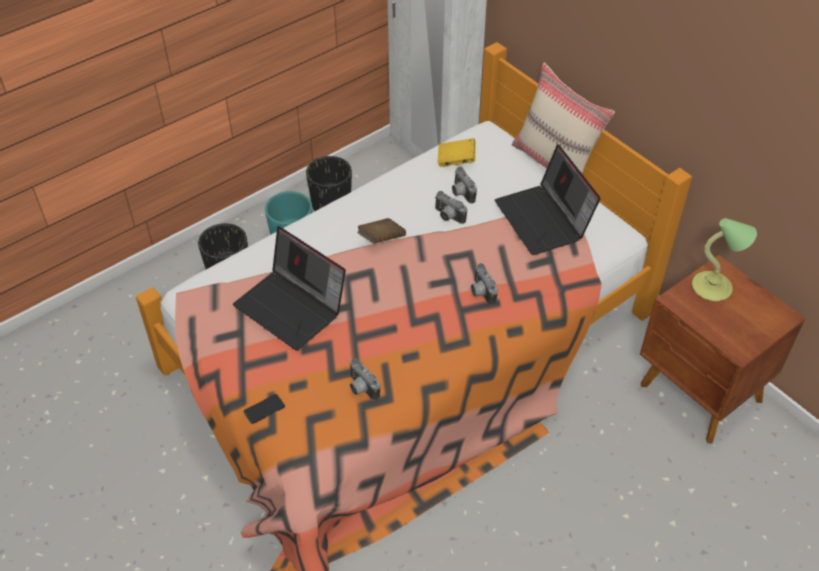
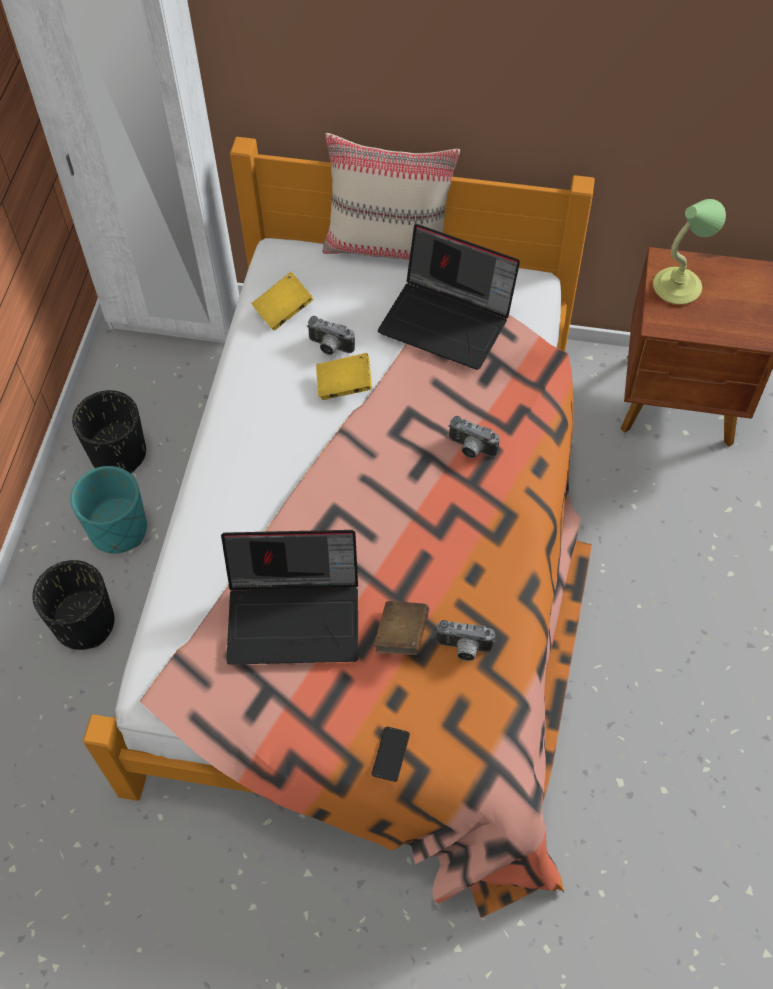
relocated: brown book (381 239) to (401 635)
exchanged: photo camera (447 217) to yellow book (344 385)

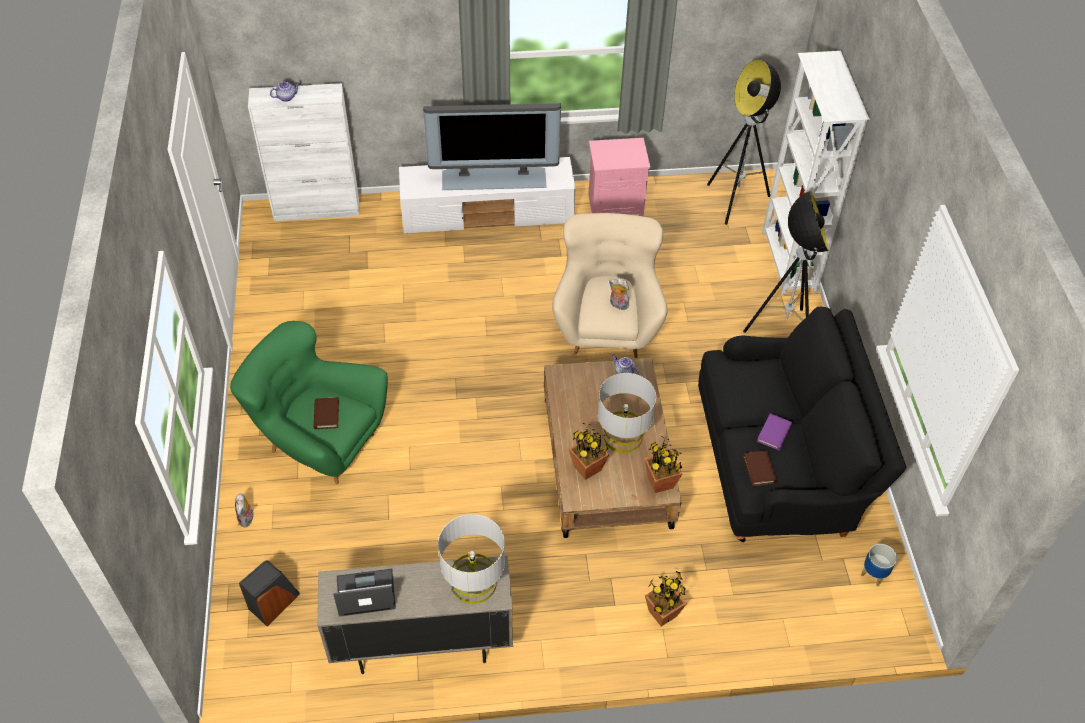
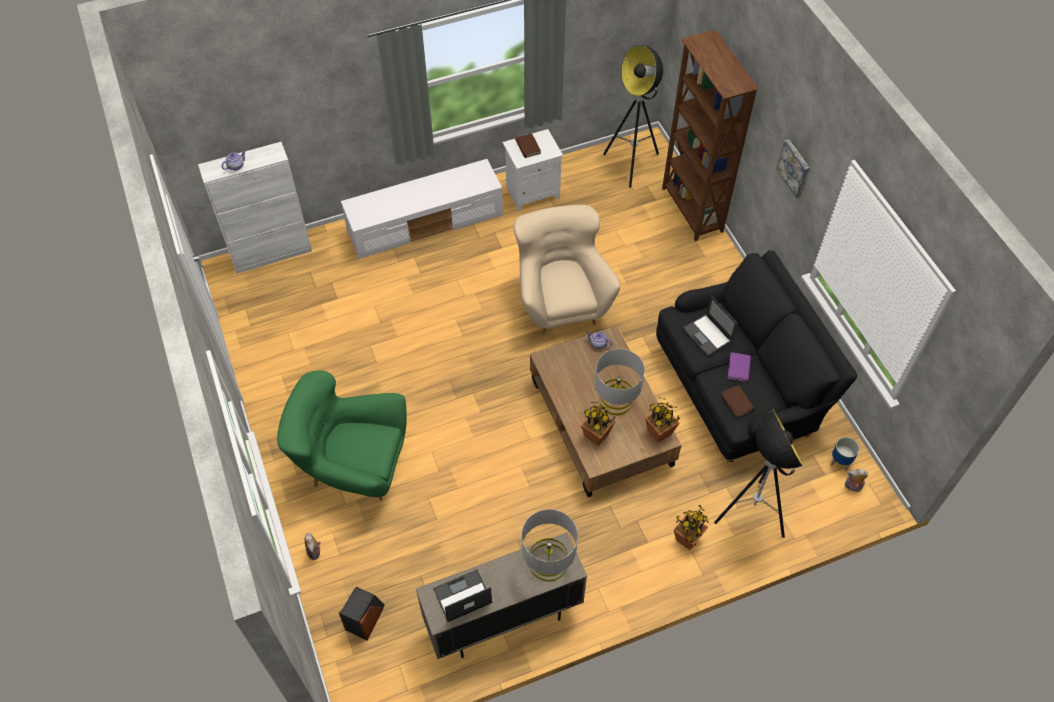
missing: television (494 177)
appeared: laptop (708 335); picture (794 168)
relocated: brown book (326 414) to (528 147); plush toy (617 305) to (852 487); floor lamp (782 332) to (750 514)
colour: pink nightstand (615 206) to white nightstand (532 192); white bookcase (788 263) to brown bookcase (691 210)

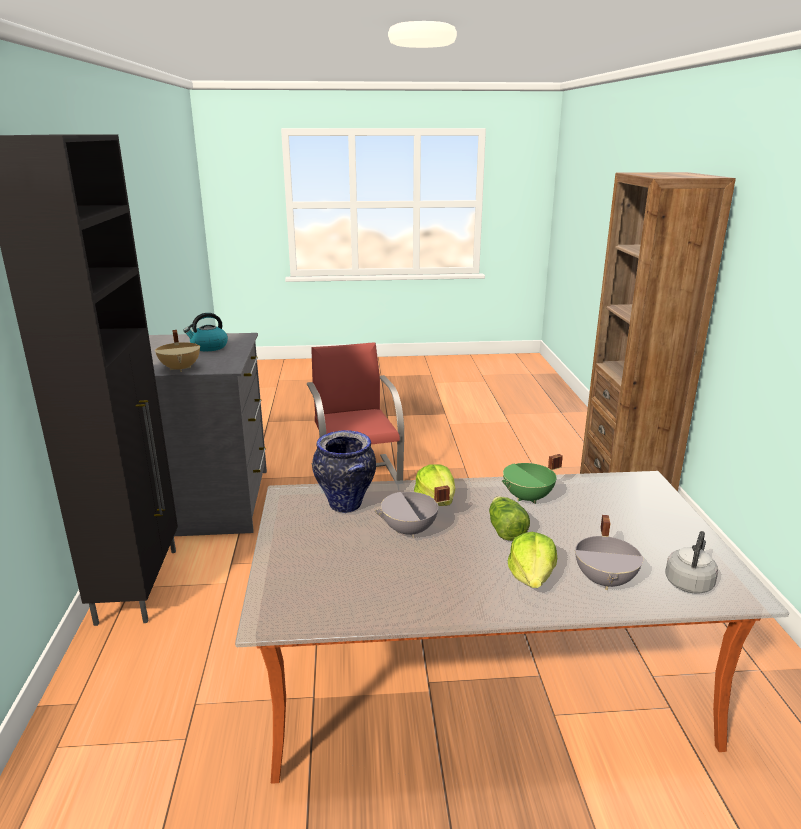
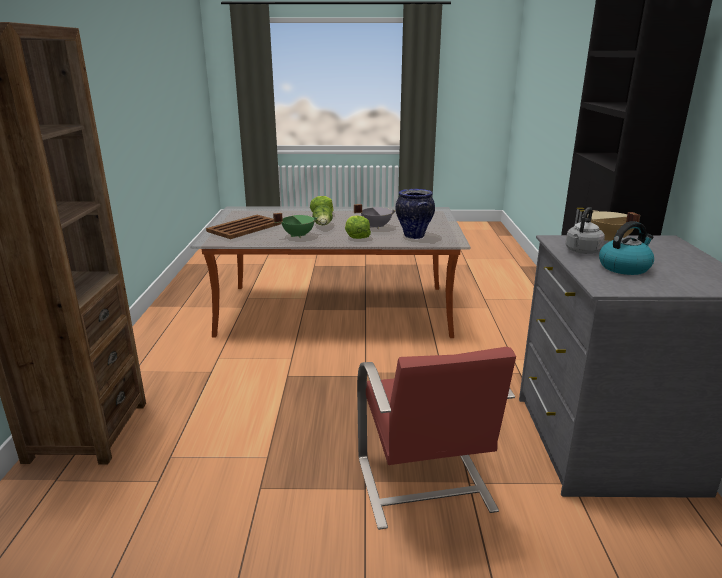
missing: grey cooking pot (606 580)
appeared: brown tray (243 228)
relocated: grey kettle (689 582) to (582 251)

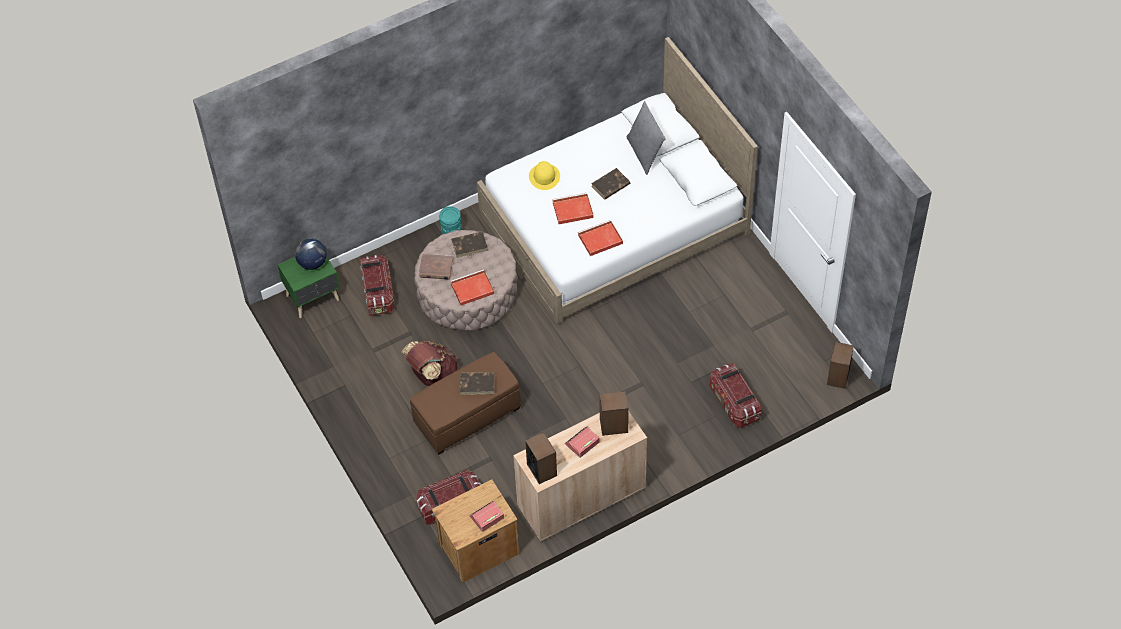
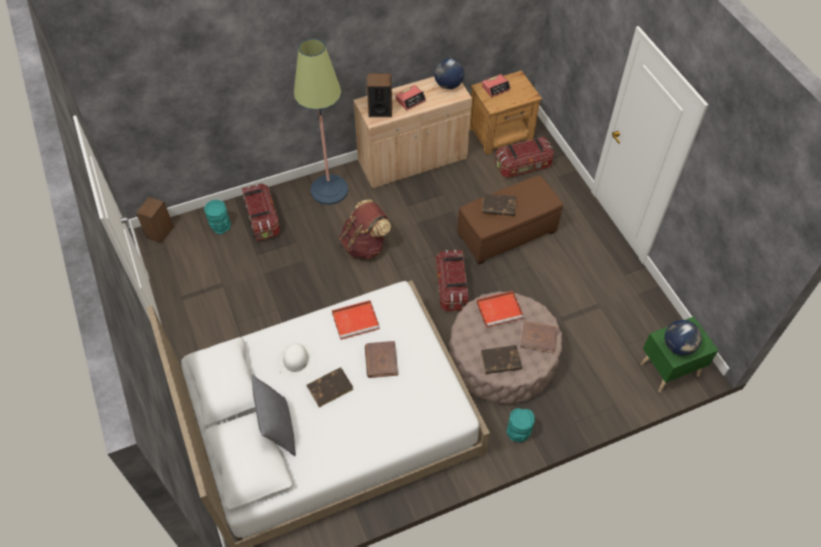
missing: yellow hat (544 176)
appeared: turquoise vase (220 226); white hat (296 360); floor lamp (329 190)
relocated: storage box (378 292) to (451 288); brown backpack (433 376) to (365 245)
exchanged: speaker (542 469) to globe (448 85); red tray (572 210) to brown book (381 360)

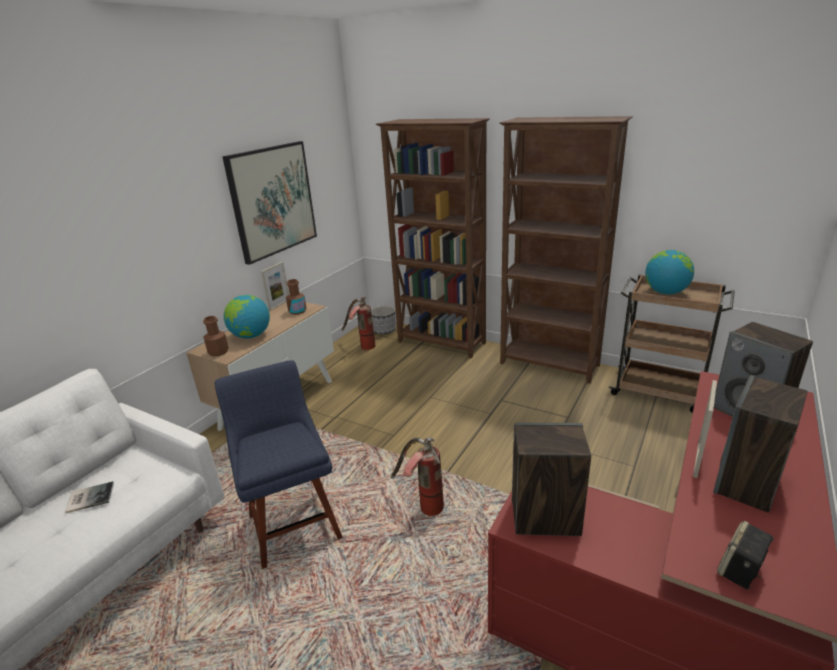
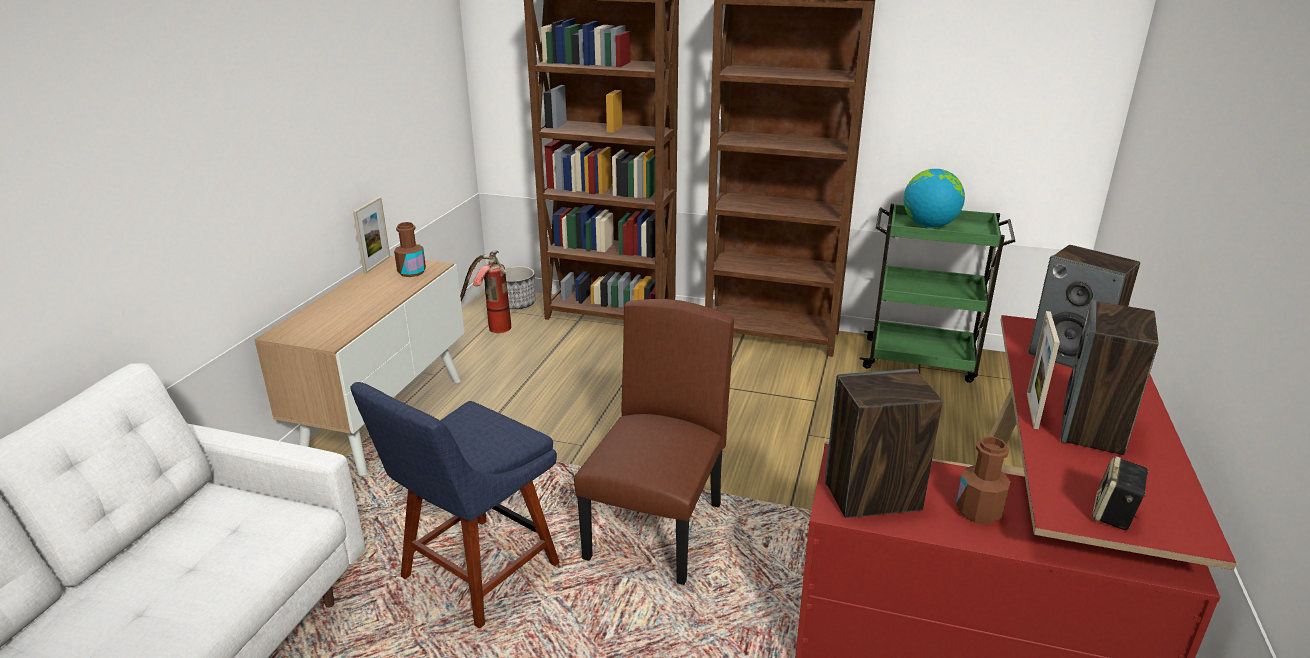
missing: book (89 497); picture (272 200); globe (251 336)
relocated: brown bottle (218 352) to (978 511)
exchanged: fire extinguisher (422 506) to brown chair (656 531)
colour: brown cart (659 391) to green cart (921 360)
spun: blue chair (293 522) = (474 575) 105 degrees counterclockwise

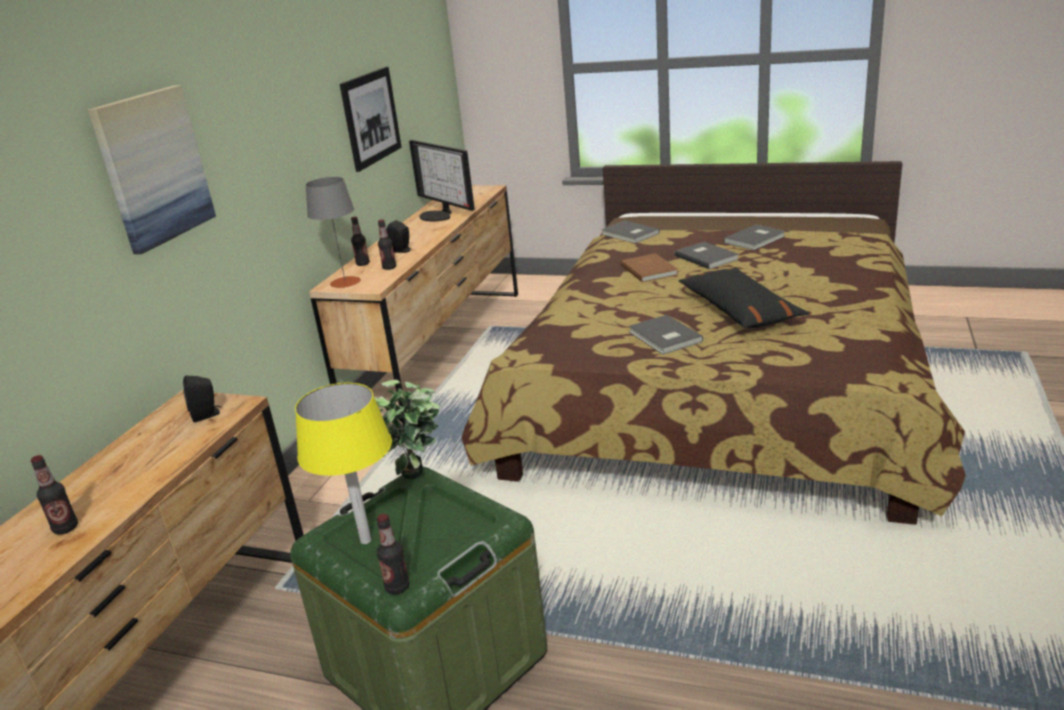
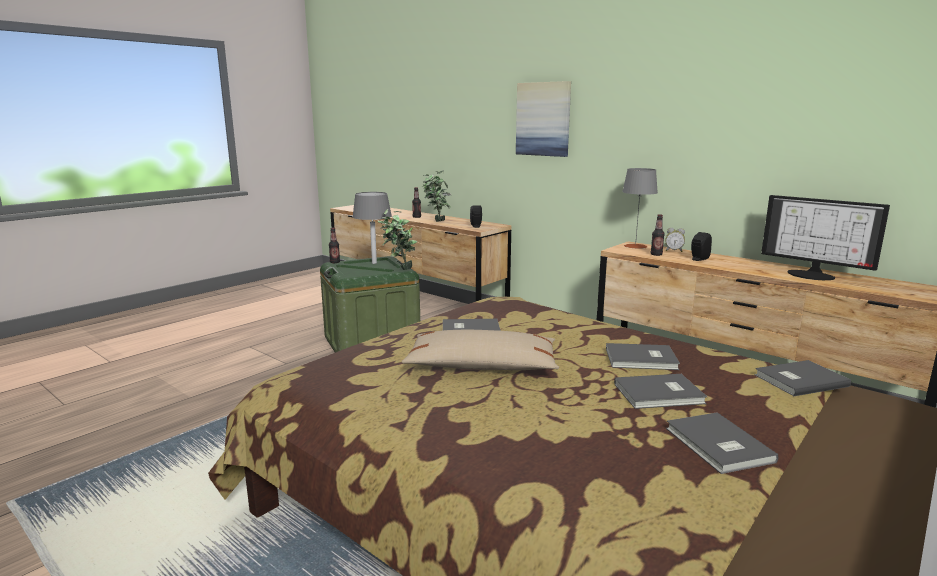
missing: picture (371 118)
appeared: potted plant (436 221)
exchanged: bottle (363 264) to alarm clock (674 251)
colour: yellow table lamp (366 540) to grey table lamp (374 263); brown book (650 269) to grey book (642 360); black pillow (739 310) to beige pillow (482 366)
spun: monitor (439 215) = (812 274) 120 degrees counterclockwise

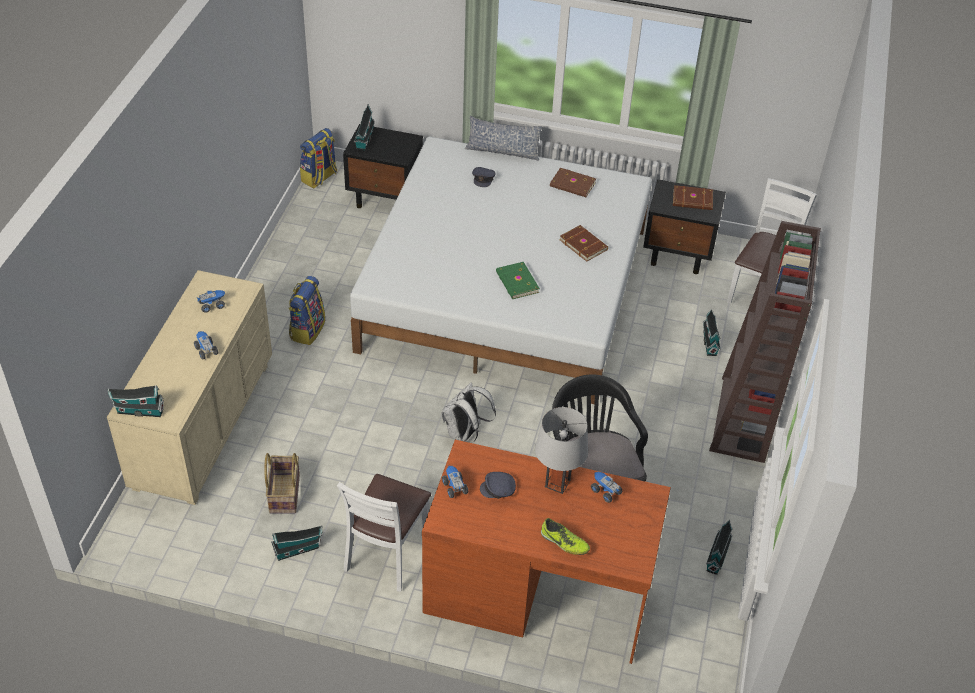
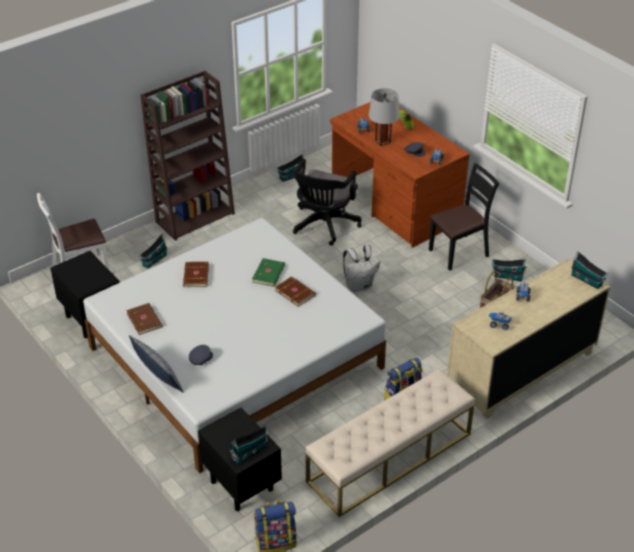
appeared: beige bench (389 458)
relocated: brown book (692 200) to (295 292)
colour: white chair (387 554) to black chair (459 252)

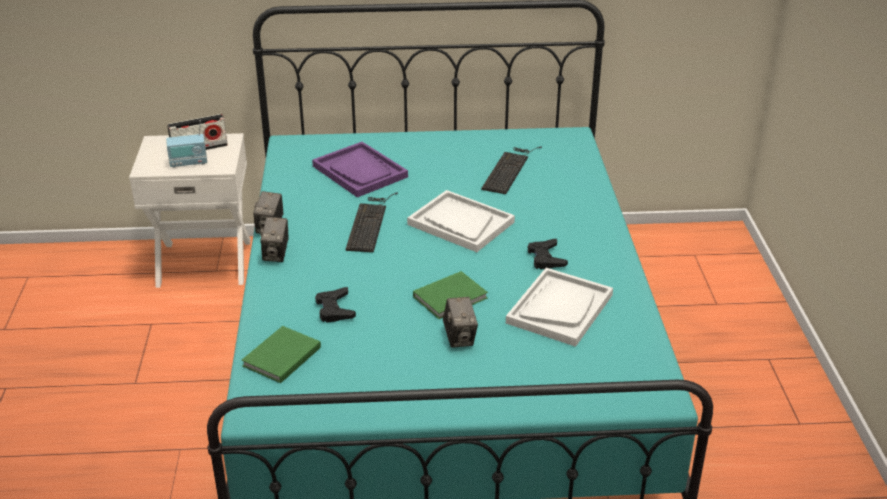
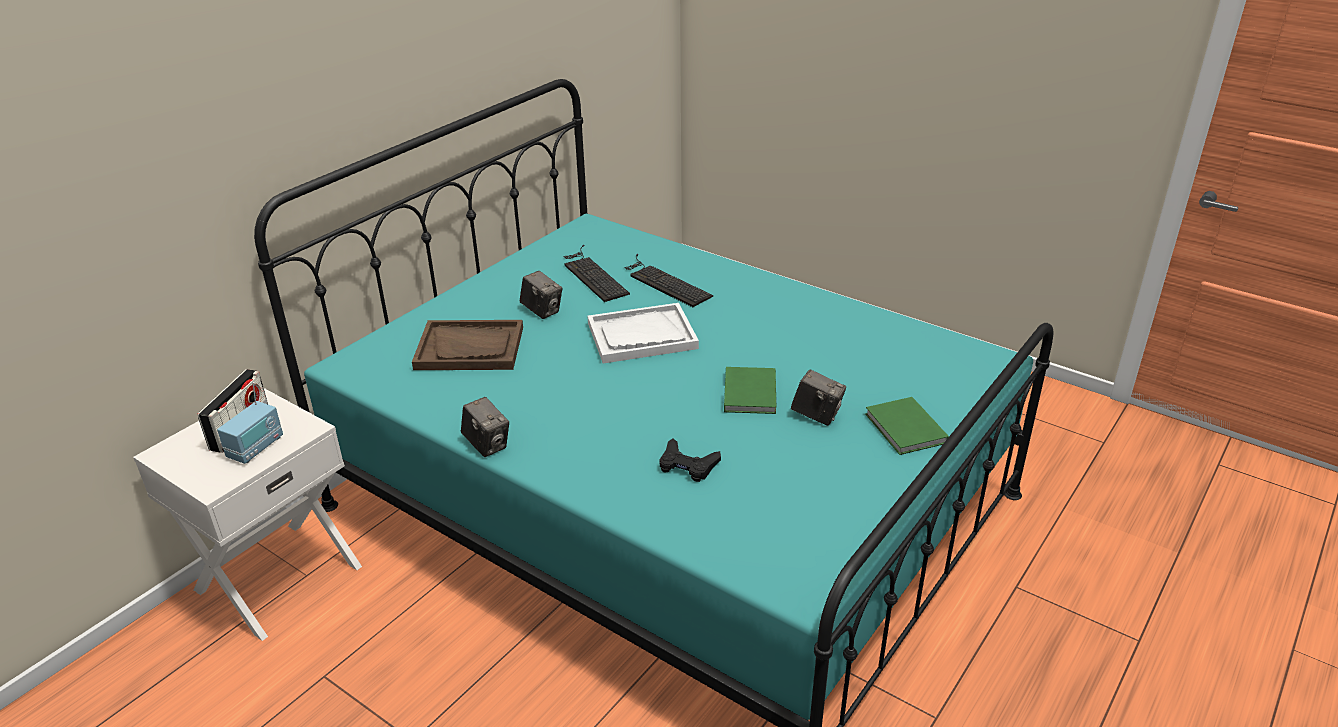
missing: white tray (559 309); black game controller (546 258)
relocated: green book (279 357) to (905 430); photo camera (276 254) to (542 311); keyboard (369 222) to (664 282)
colour: purple tray (360 171) to brown tray (470 348)

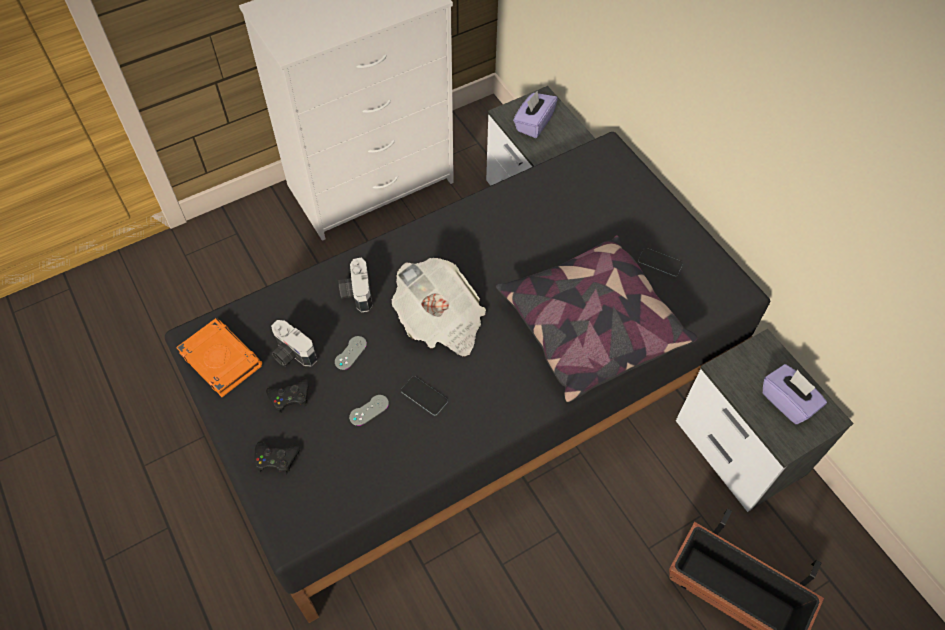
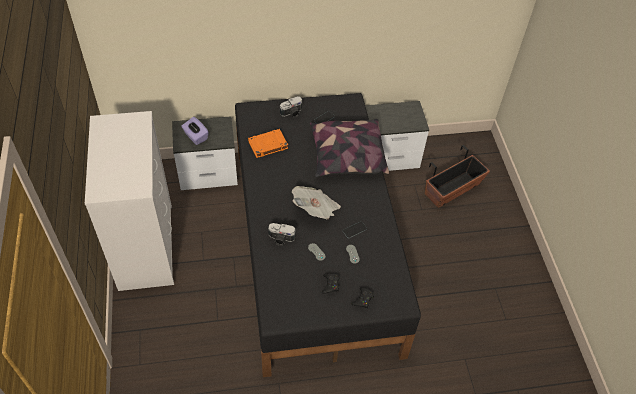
missing: purple tissue box (787 401)
relocated: orange book (220 359) to (267 145); photo camera (291 354) to (292 113)

